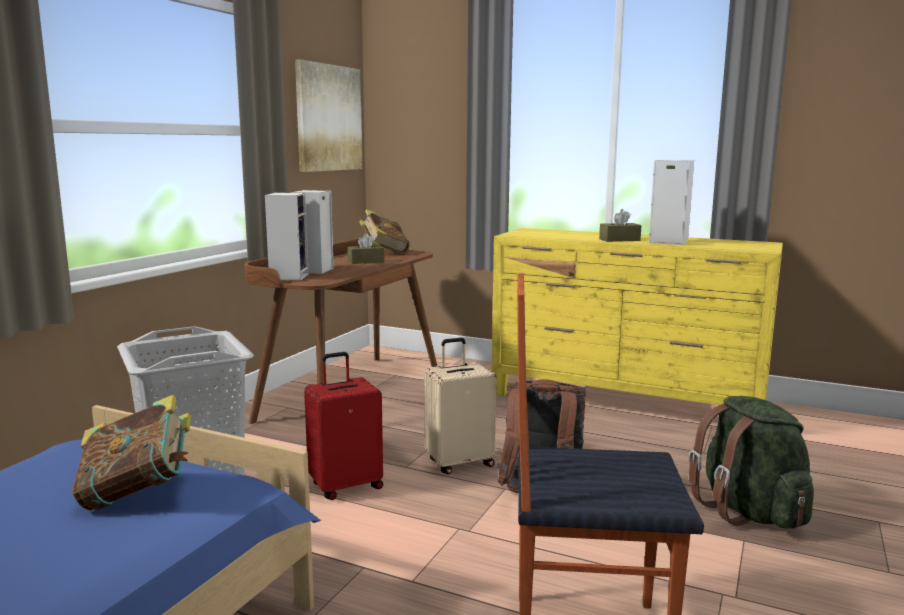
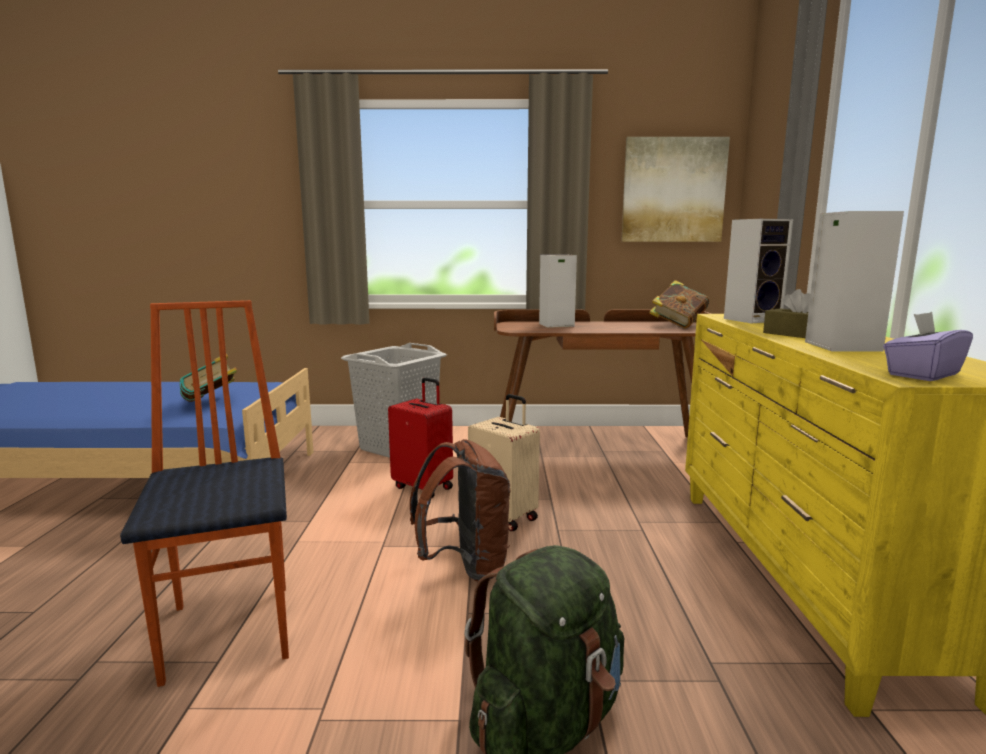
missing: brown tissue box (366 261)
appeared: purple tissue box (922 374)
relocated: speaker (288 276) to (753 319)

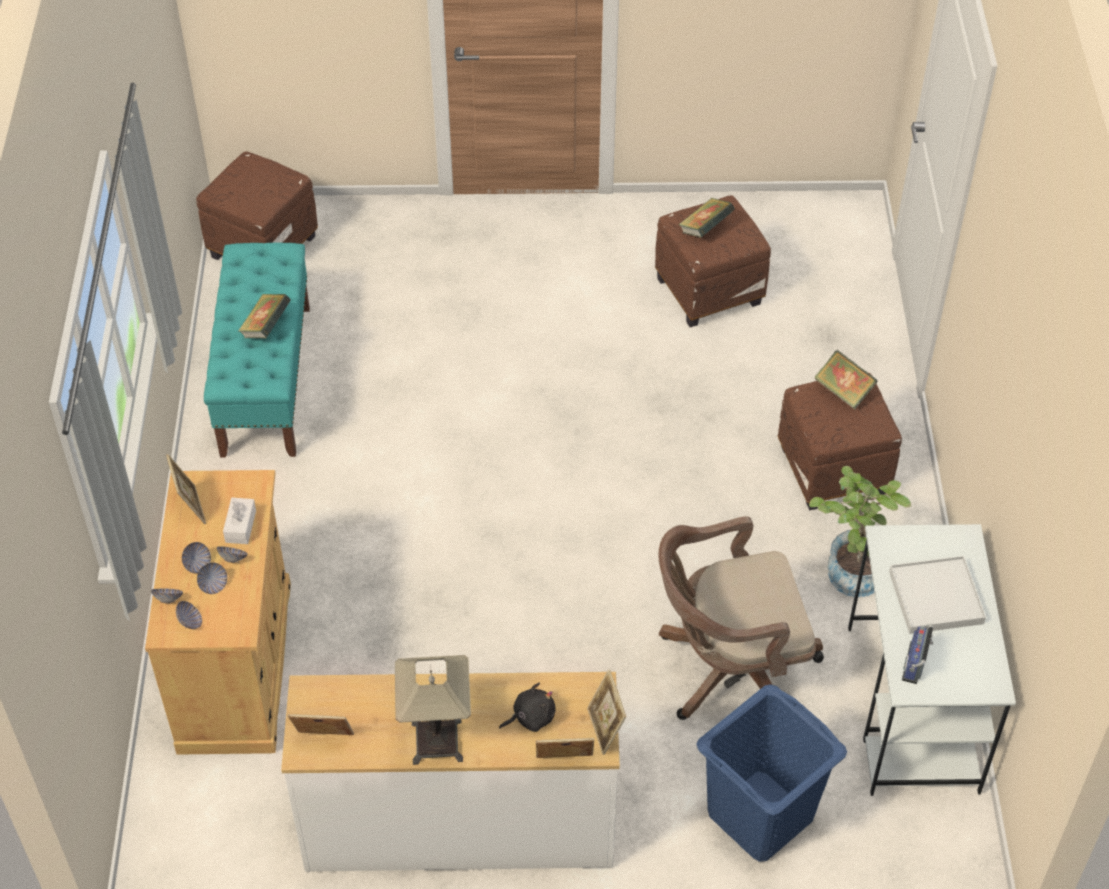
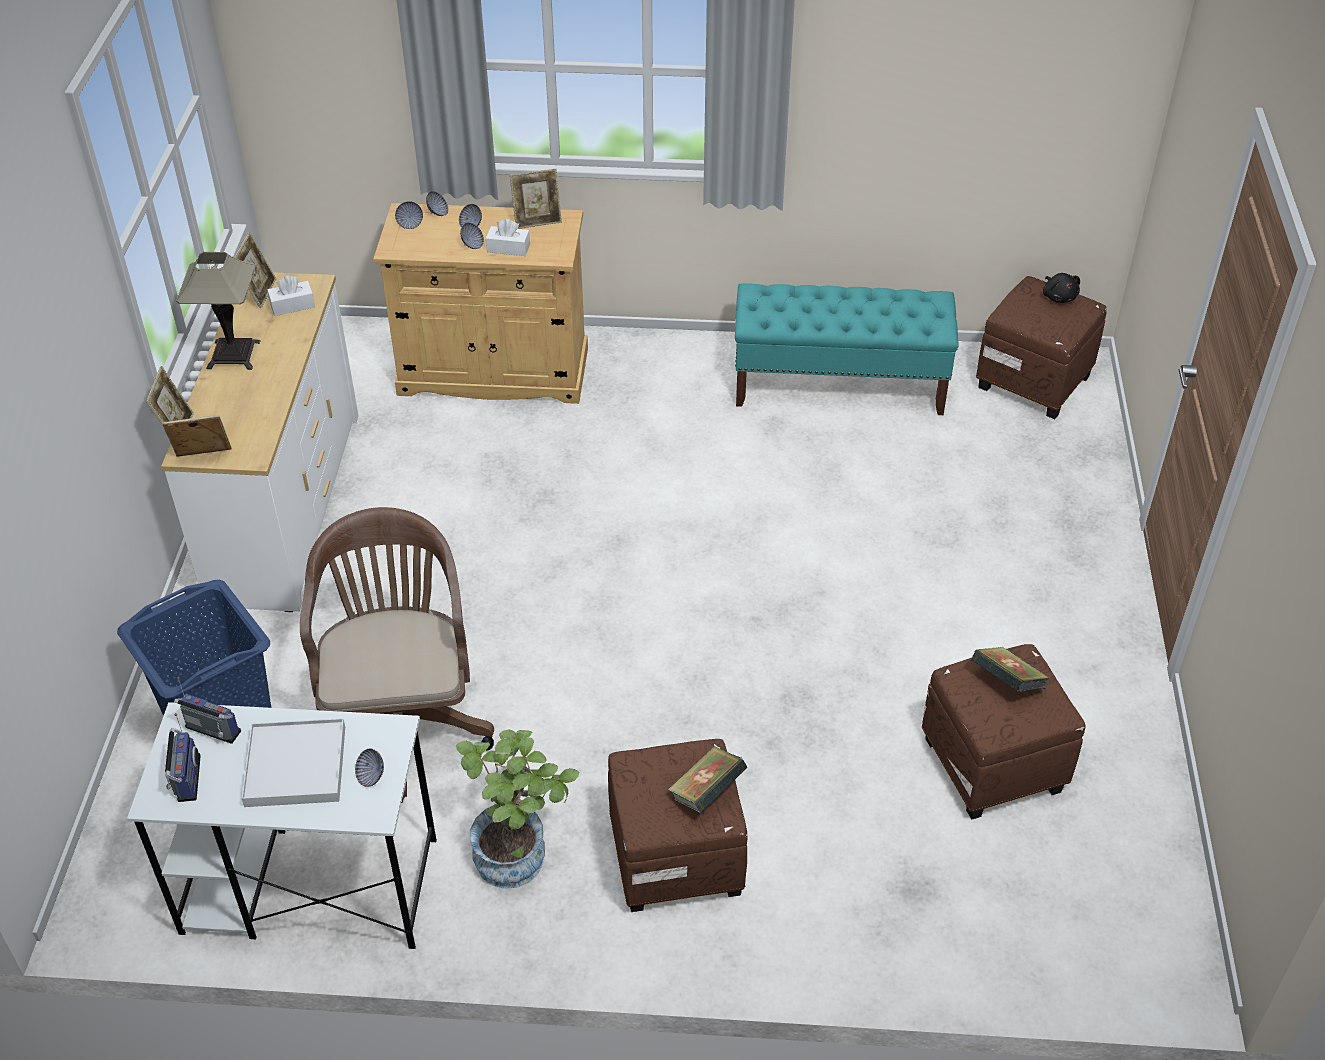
missing: book (266 327)
appeared: radio (185 779); white tissue box (292 305)
relocated: bowl (213 585) to (371 776); black plush toy (531 717) to (1058 297)

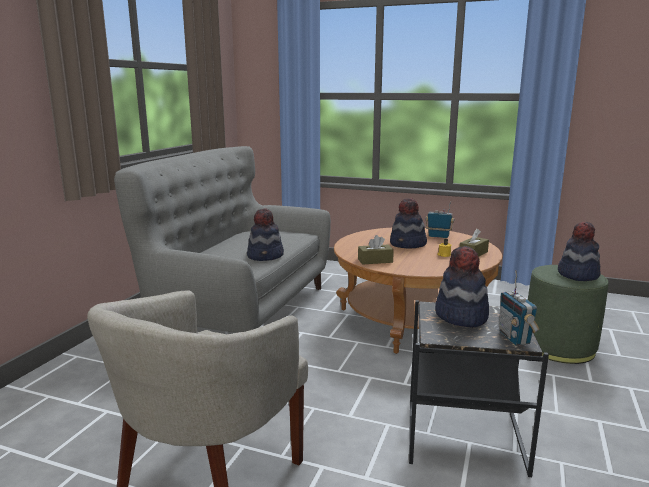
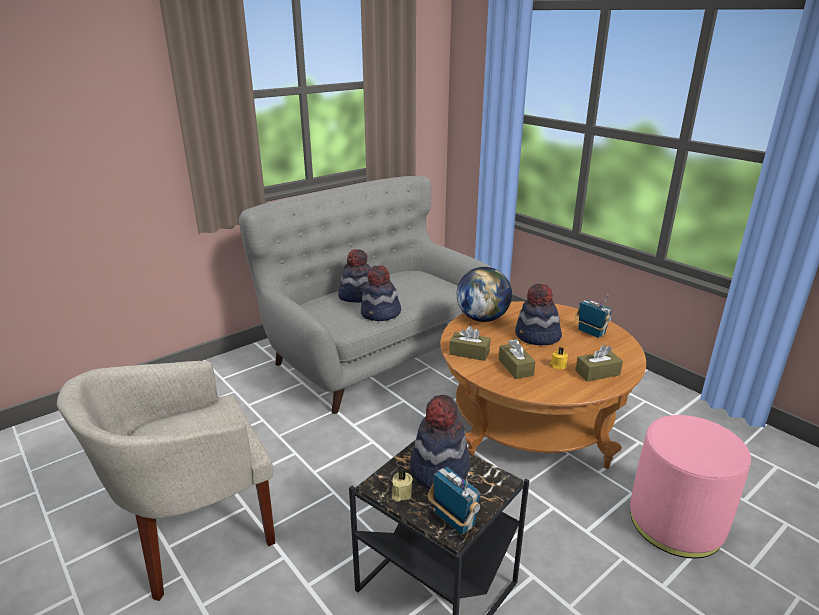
appeared: beige candle (401 494); globe (482 318); brown tissue box (515 367)
relocated: hat (577 274) to (357 295)
colour: green ottoman (559 347) to pink ottoman (676 522)
spun: radio (514 338) = (453 520) 120 degrees clockwise

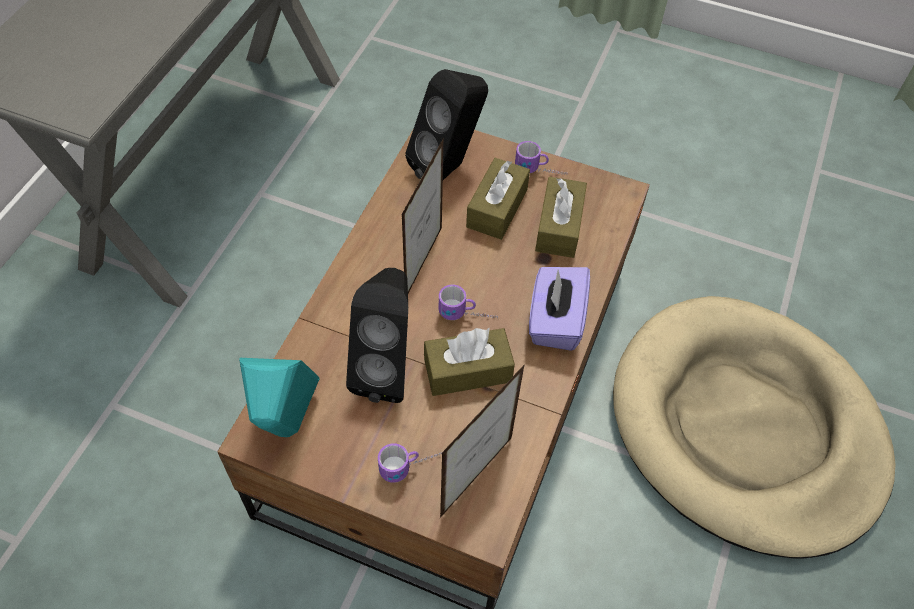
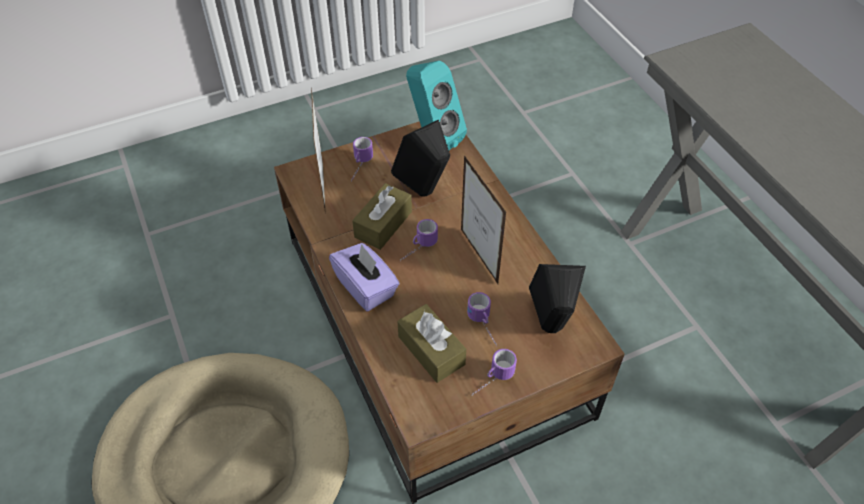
exchanged: brown tissue box (497 208) to mug (484 327)

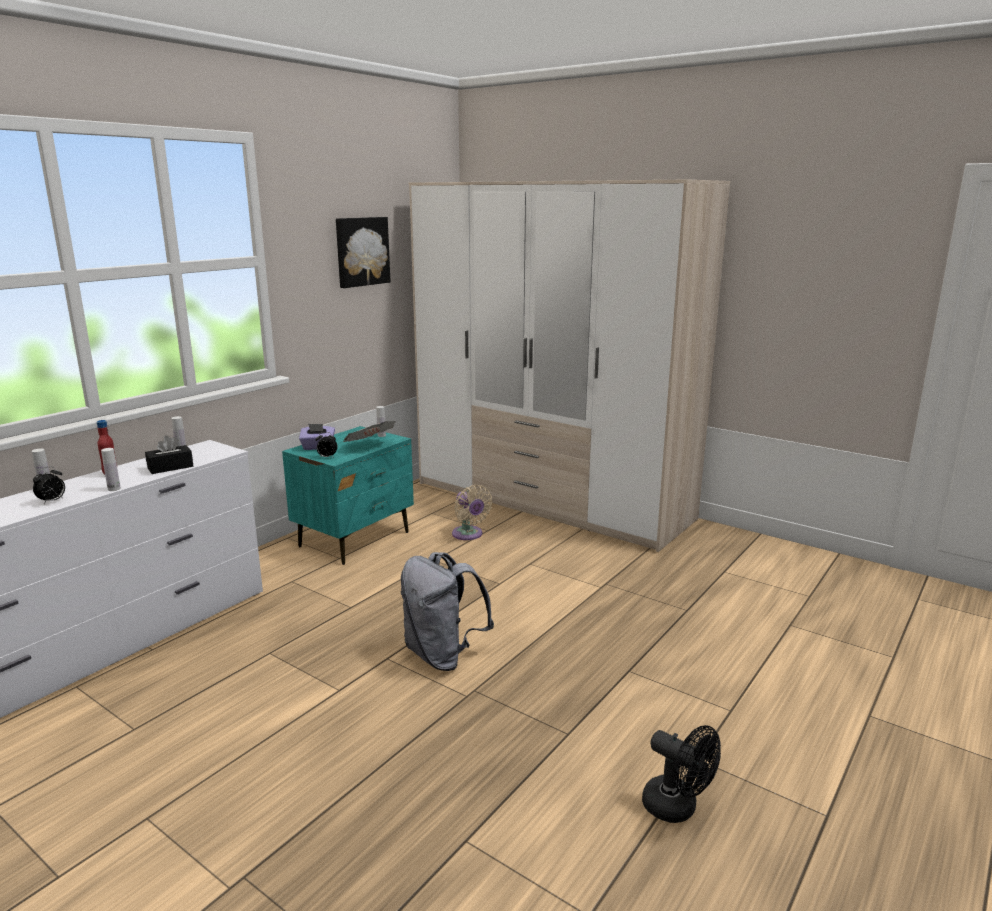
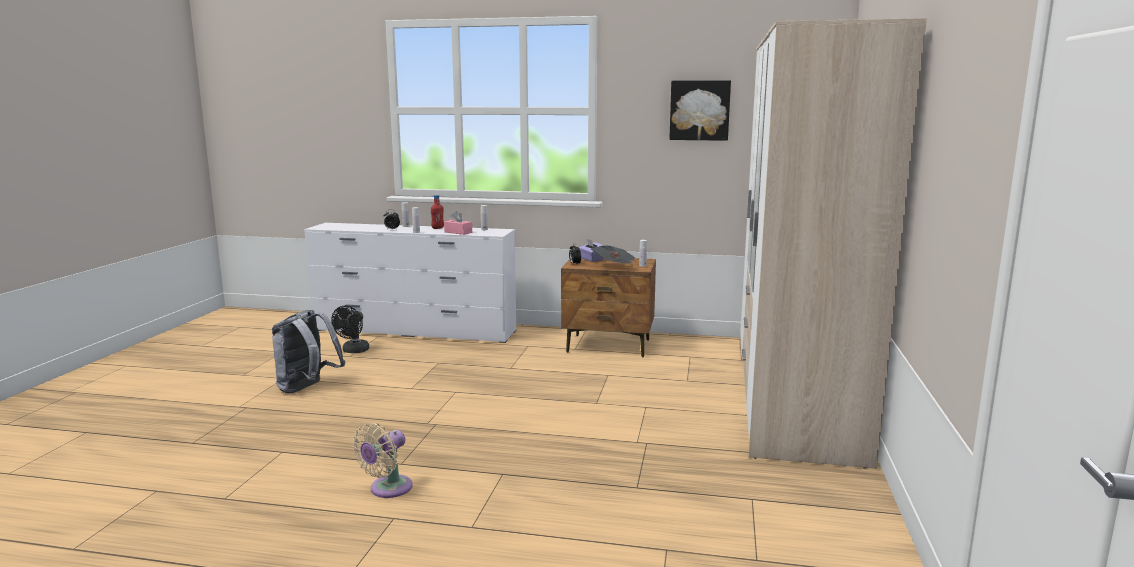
relocated: grey backpack (443 655) to (307 388); beige fan (469 535) to (387 489); black fan (677 808) to (353 351)
colour: black tissue box (170 467) to pink tissue box (458 232); turquoise nightstand (355 539) to brown nightstand (609 346)

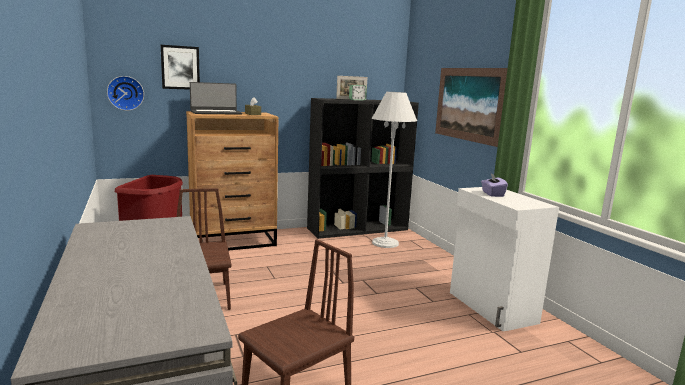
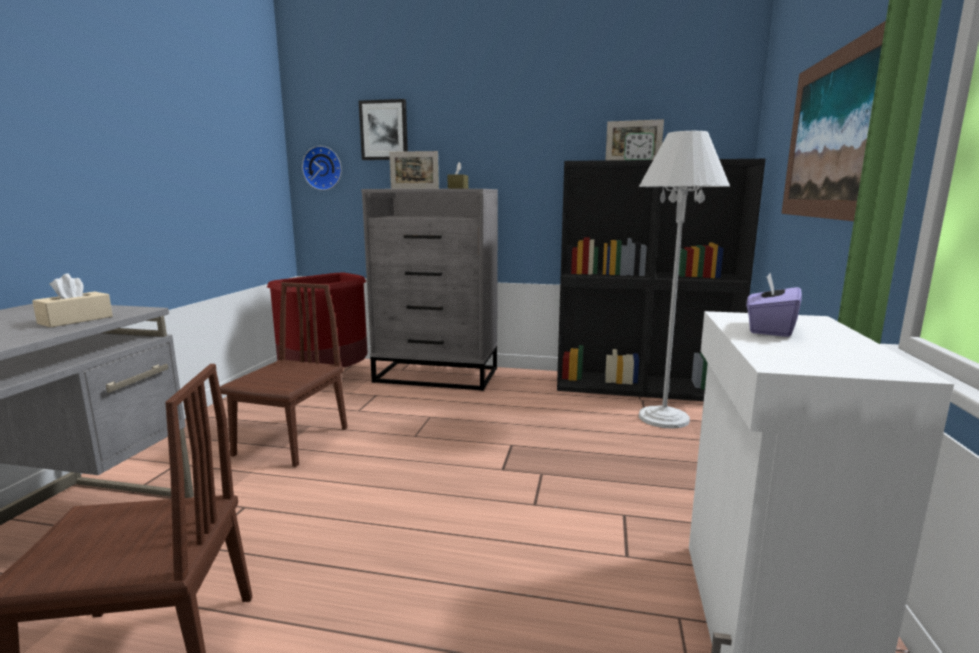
appeared: beige tissue box (76 320)
exchanged: laptop (216 113) to picture frame (414 188)
colour: brown dresser (234 242) to grey dresser (437 375)

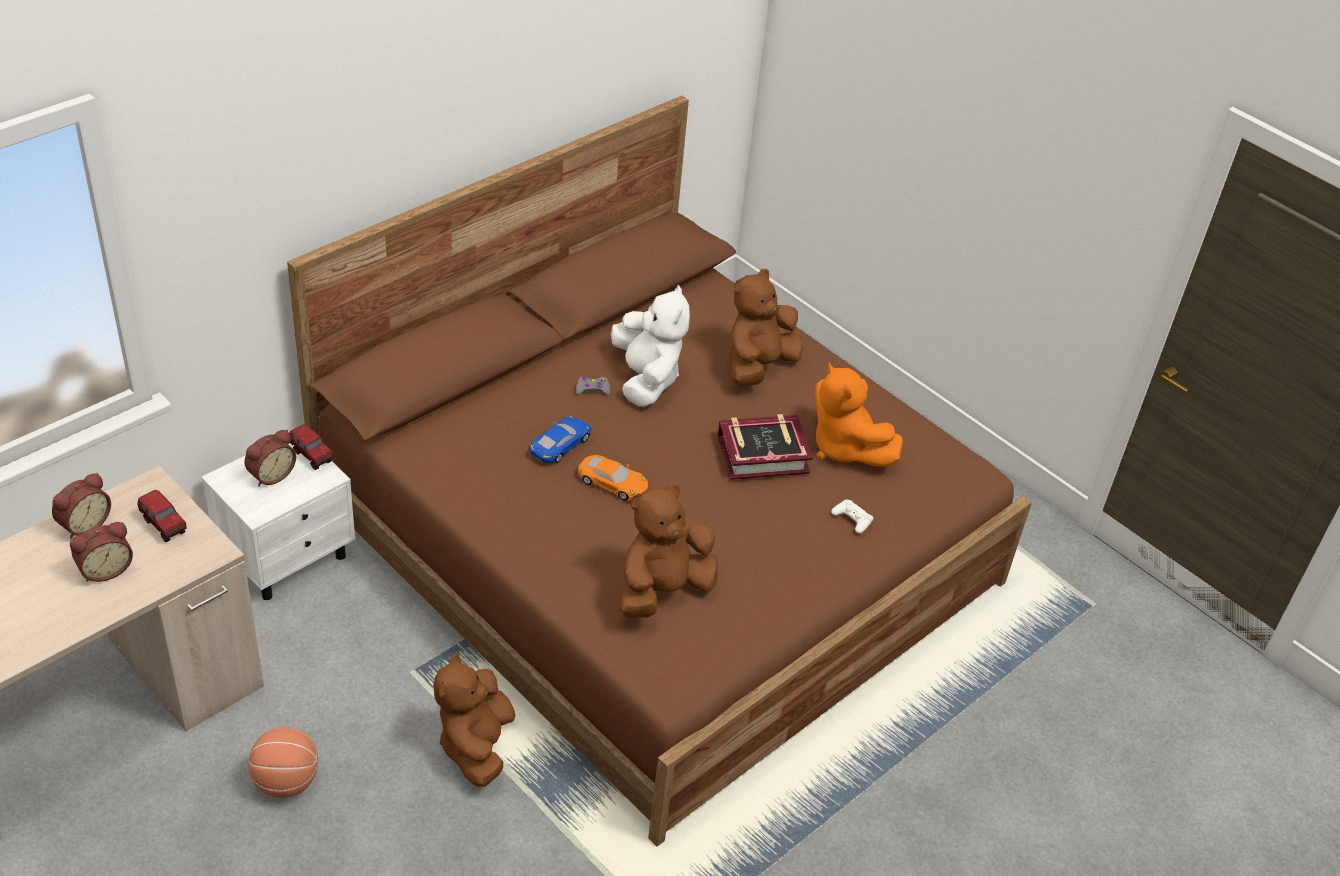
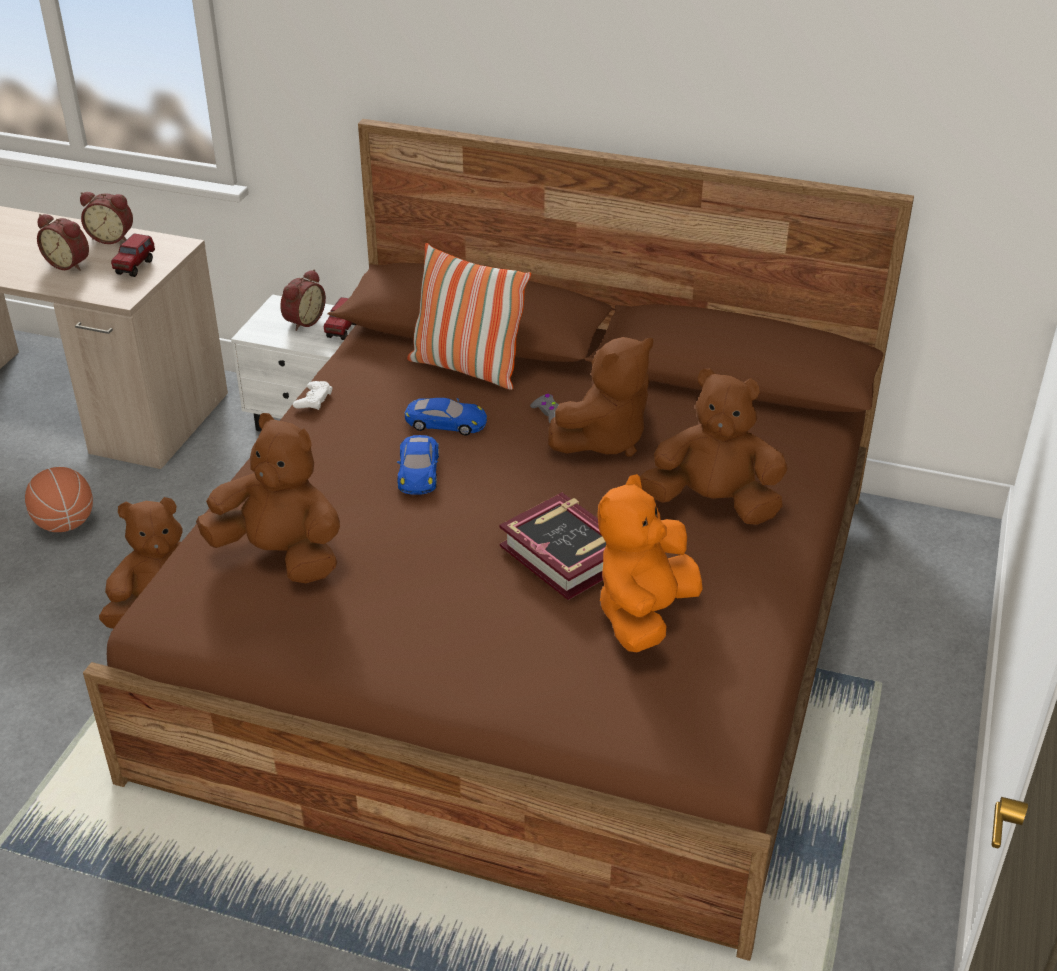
appeared: pillow (466 368)
relocated: white game controller (852 519) to (313 399)
colour: orange toy car (612 482) to blue toy car (418 471); white plush toy (646 379) to brown plush toy (604 439)
spun: alarm clock (270 474) = (303 321) 75 degrees counterclockwise

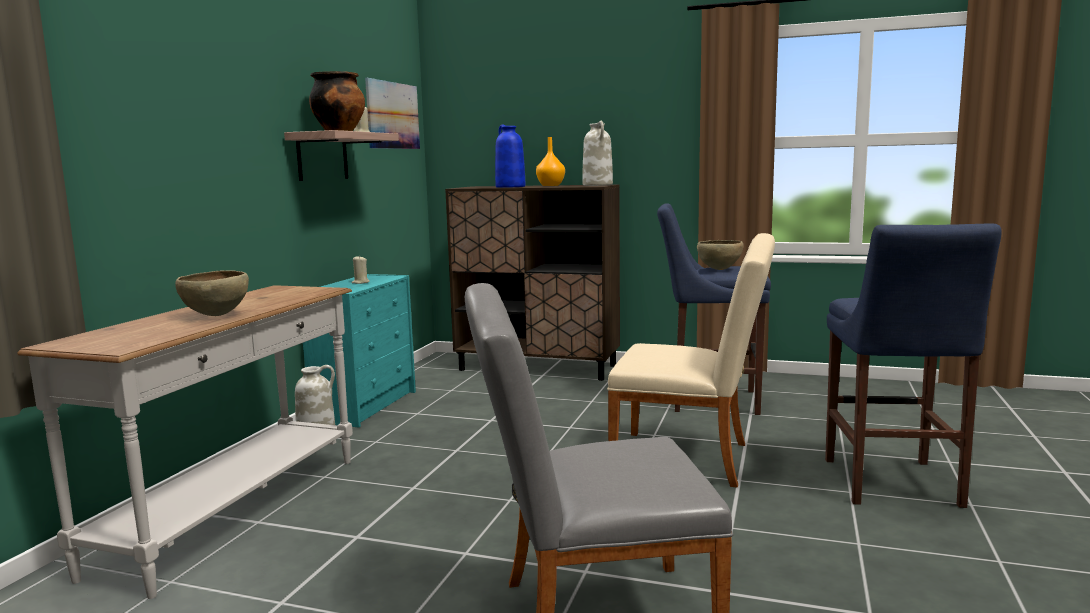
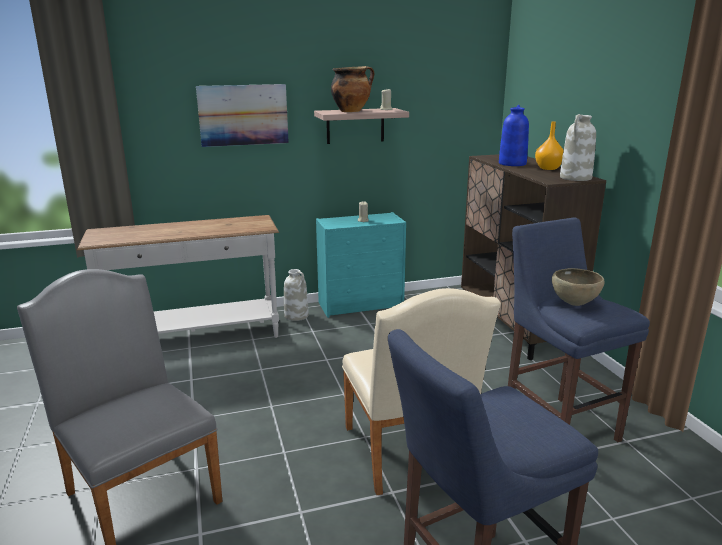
missing: brown bowl (216 315)
relocated: picture (393 115) to (243 115)

